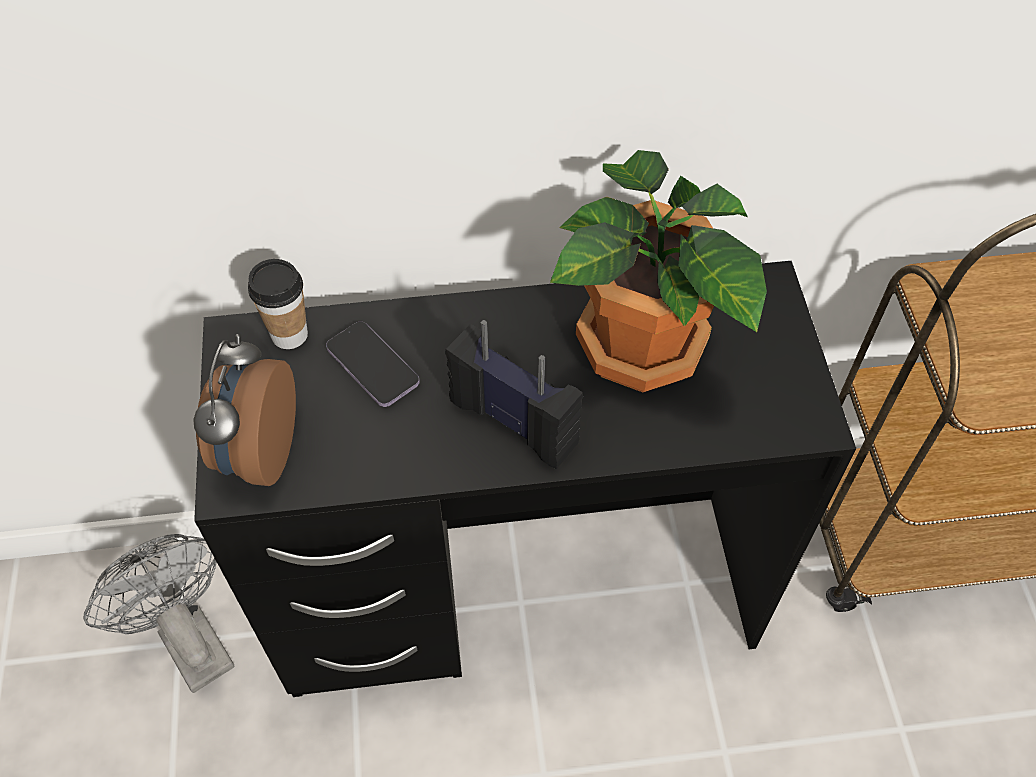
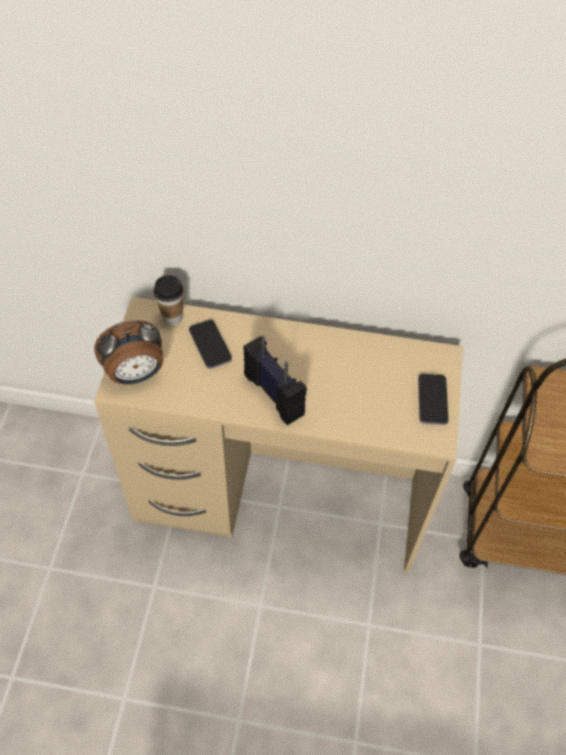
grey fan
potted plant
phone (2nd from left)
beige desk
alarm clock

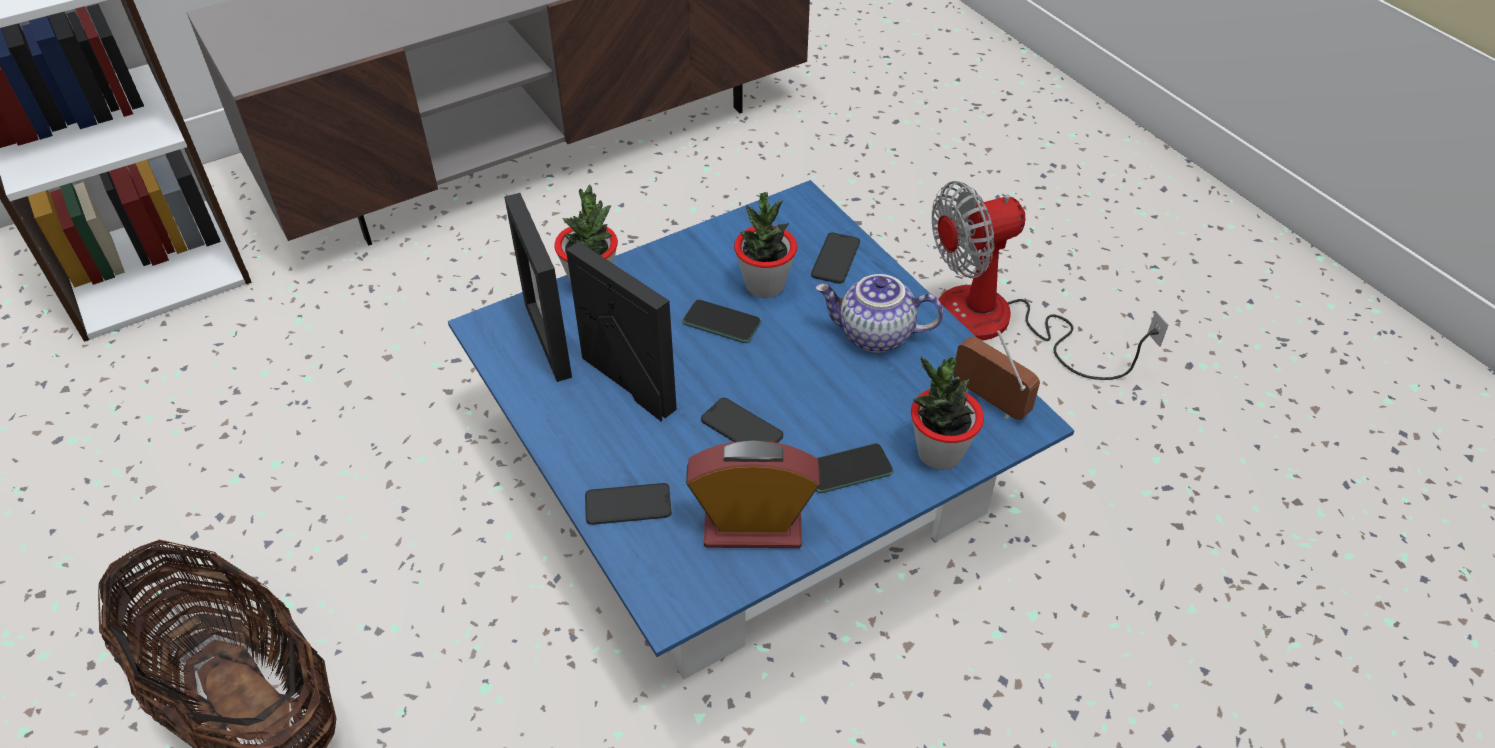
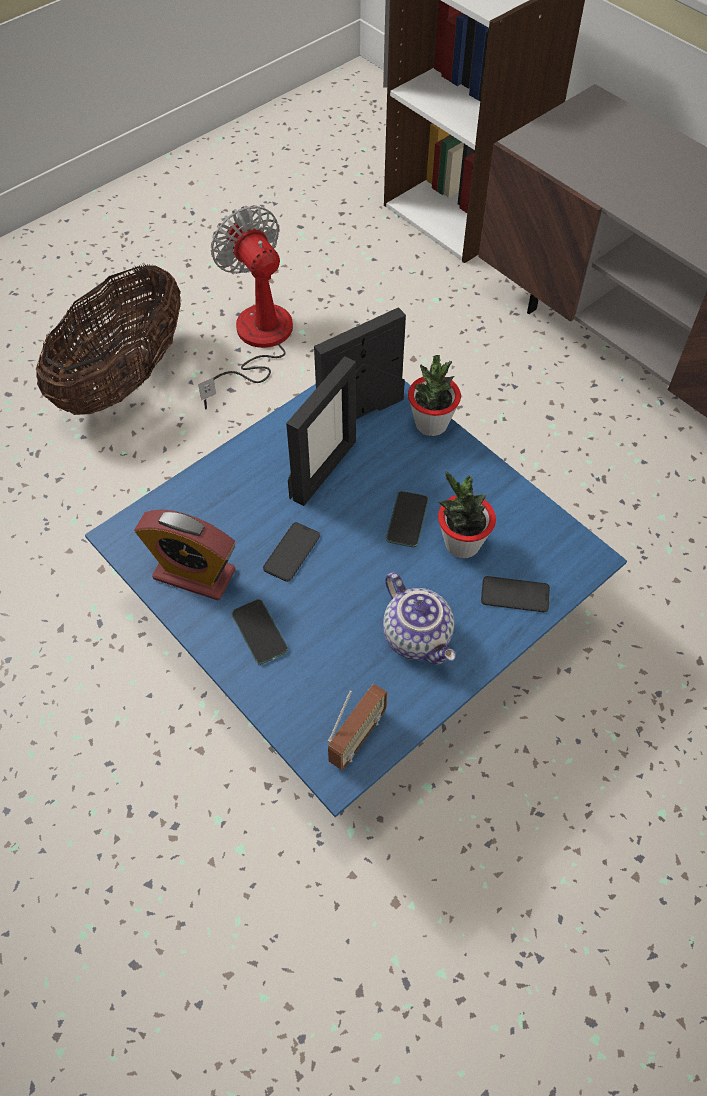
phone (1st from left in the first image)
potted plant (3rd from left in the first image)
fan
alarm clock
teapot

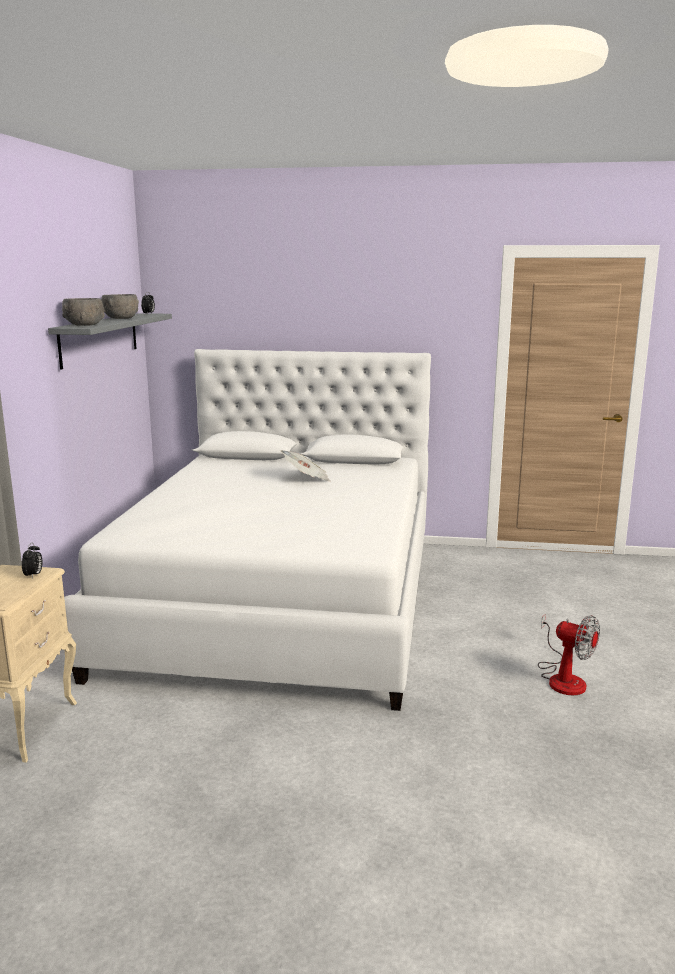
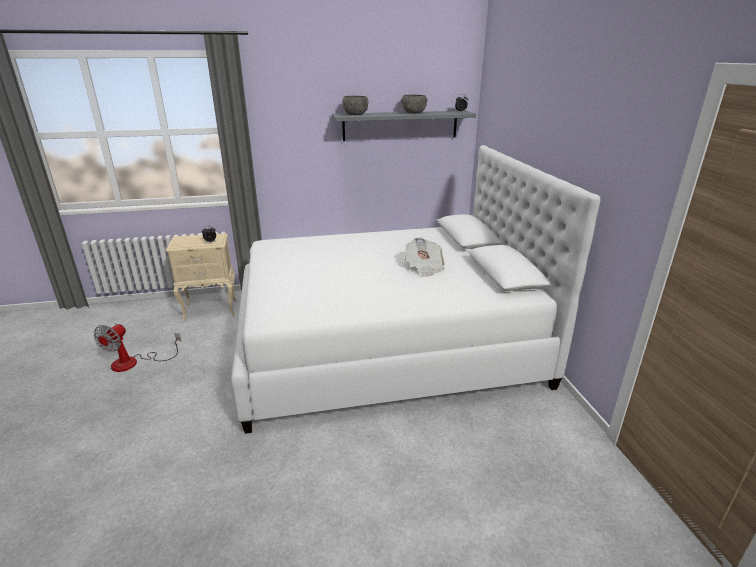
fan

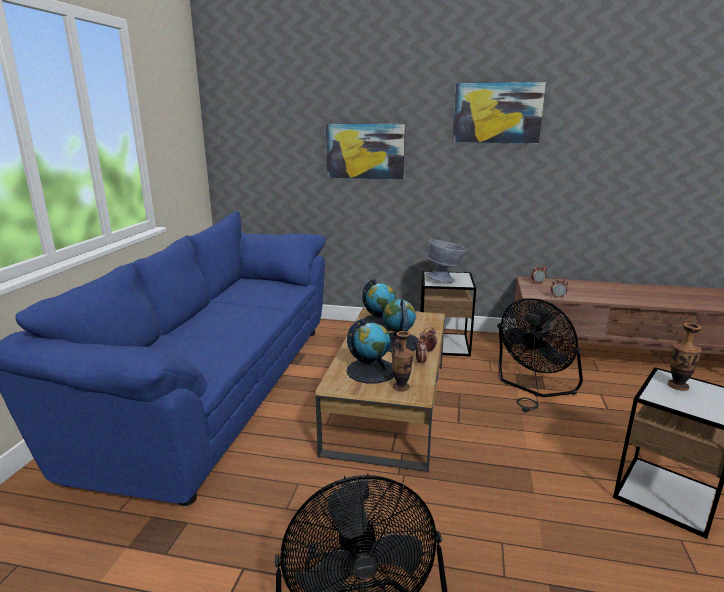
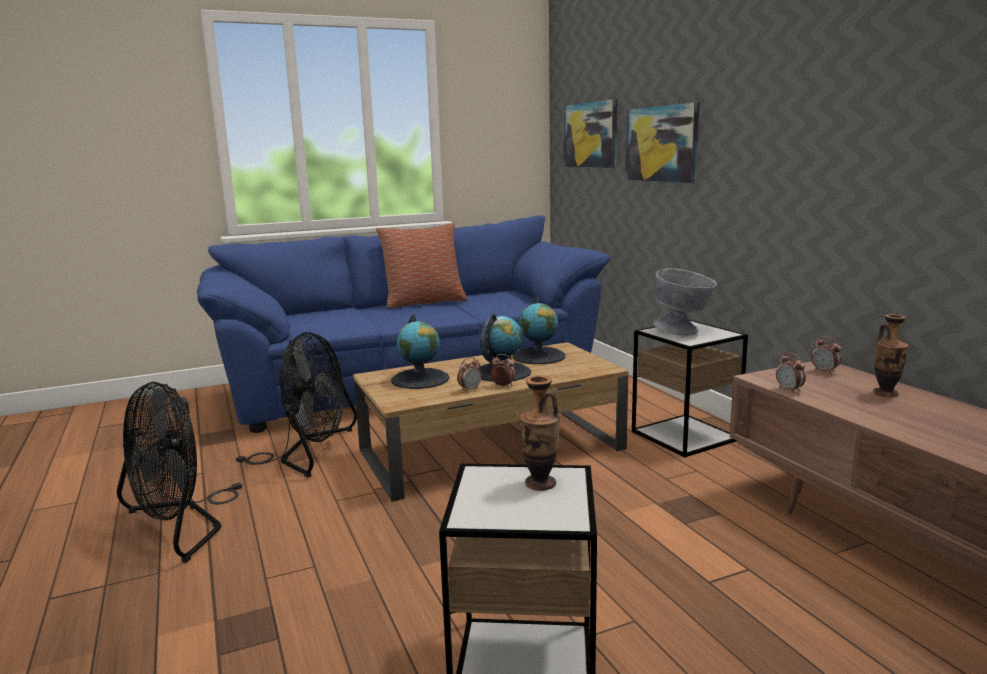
pillow
vase (2nd from left)
picture (1st from left)
black fan (2nd from left)

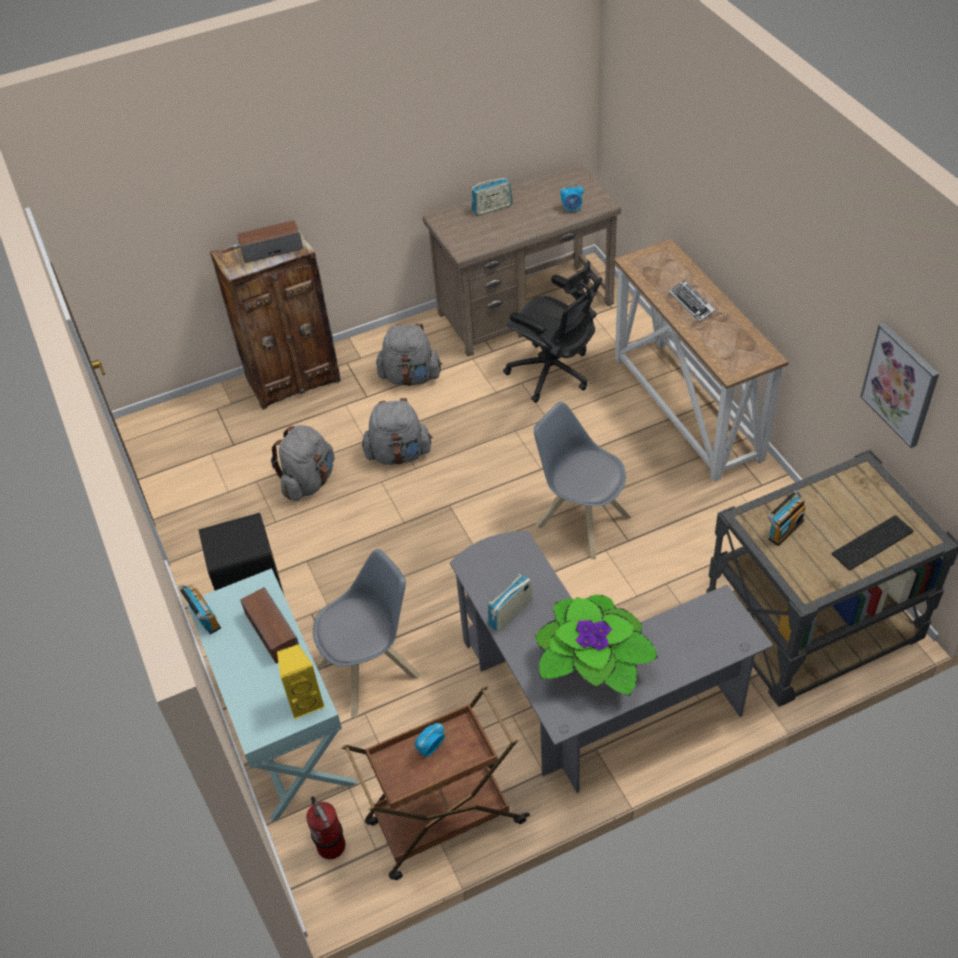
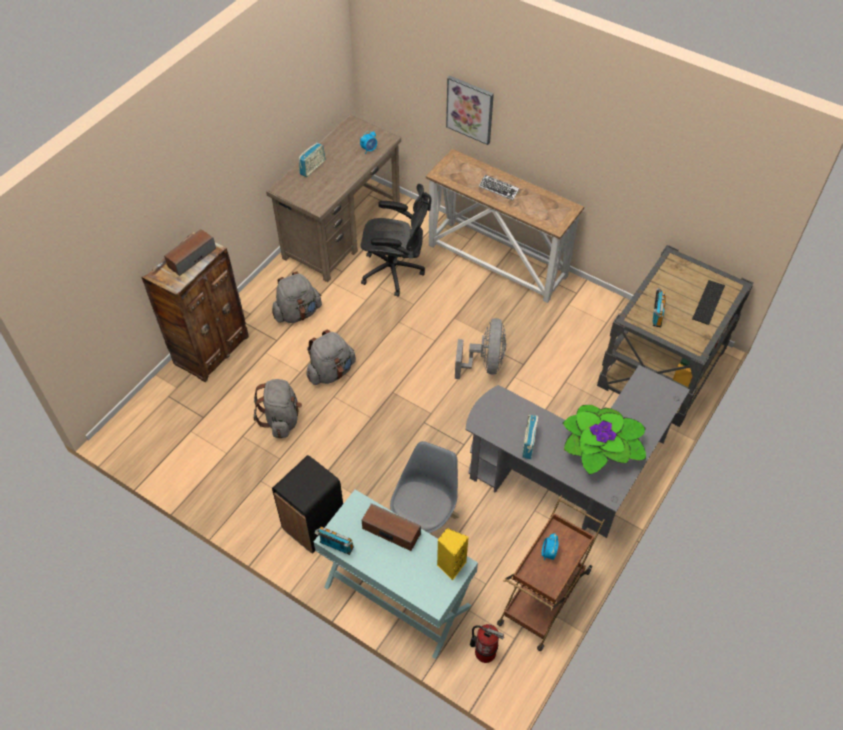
picture
grey fan

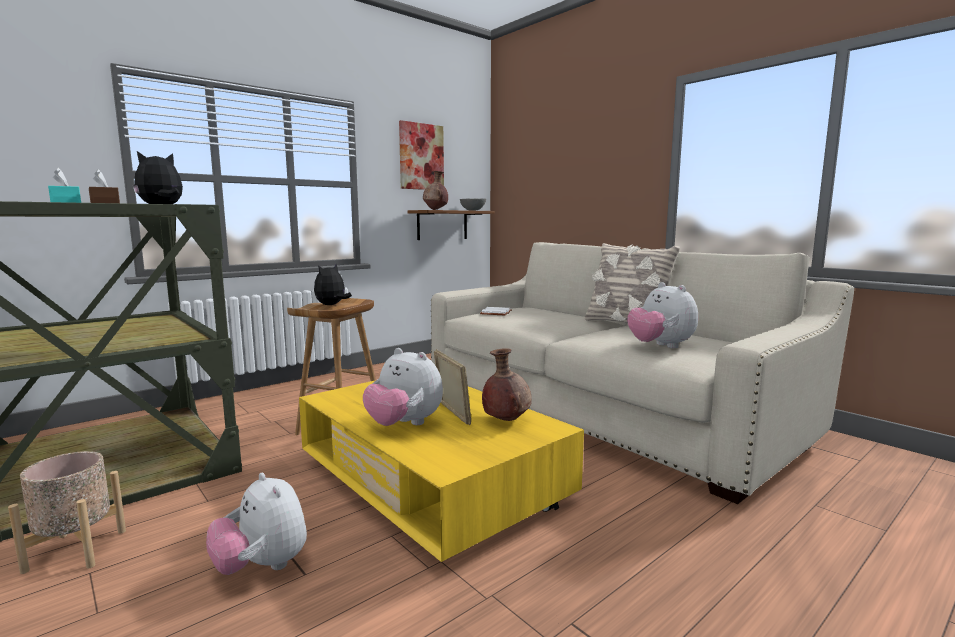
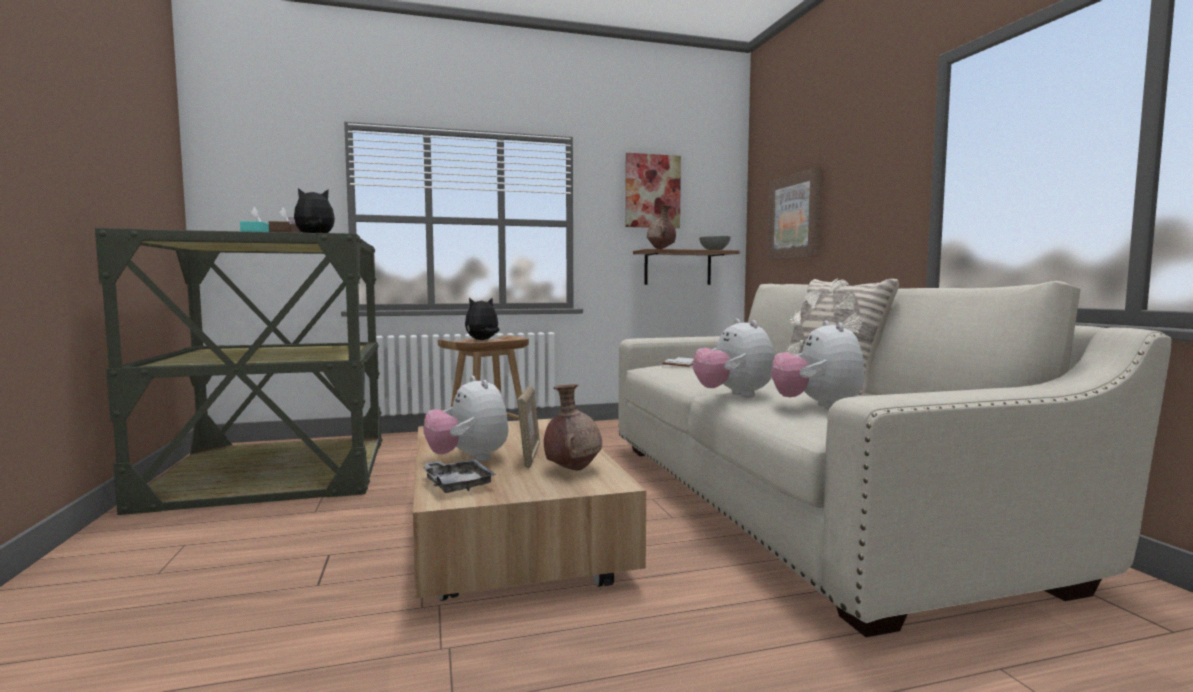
beige planter
grey tray
picture (2nd from left)
plush toy (4th from left)
brown coffee table

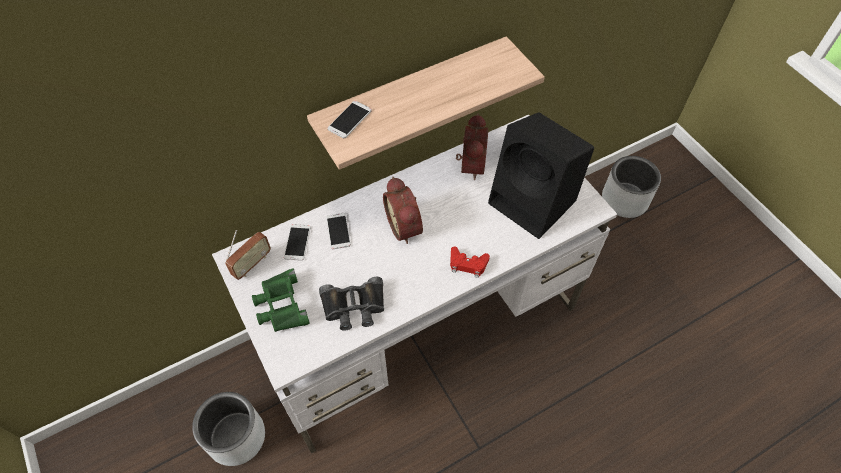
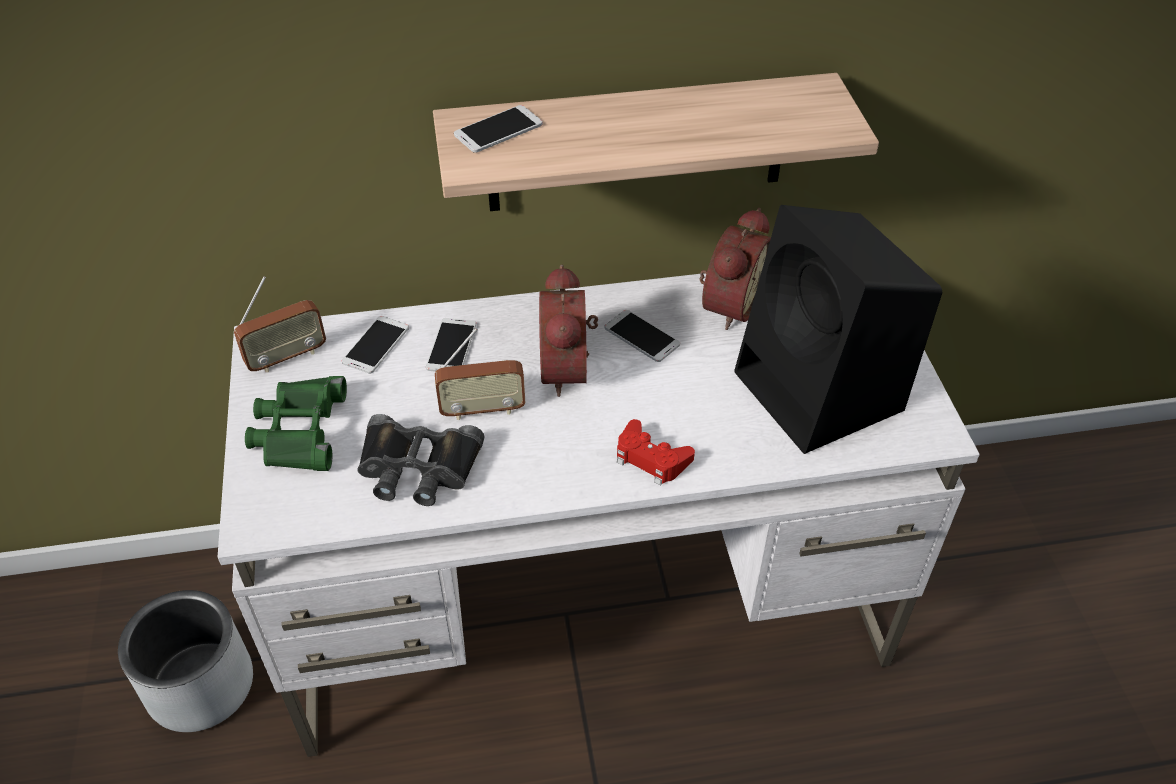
grey planter (2nd from left in the first image)
radio (2nd from left)
phone (4th from left)

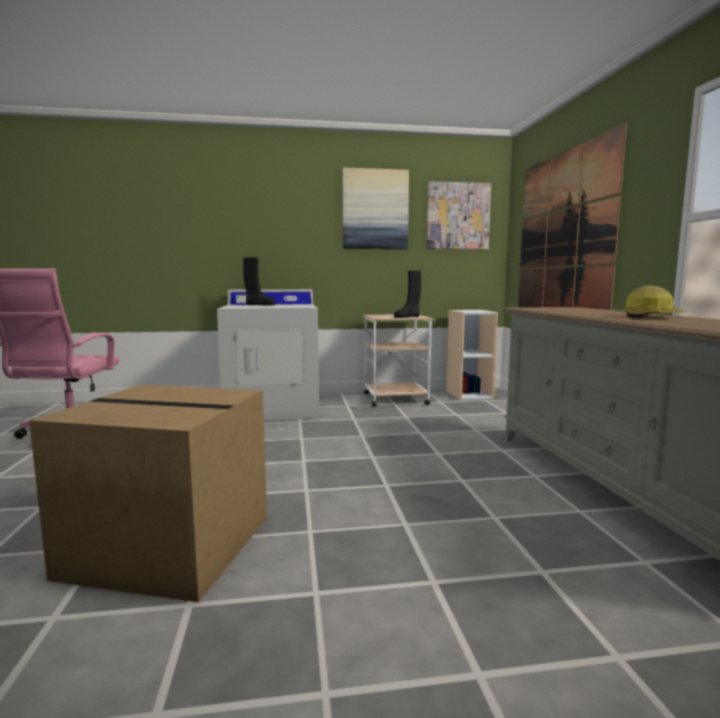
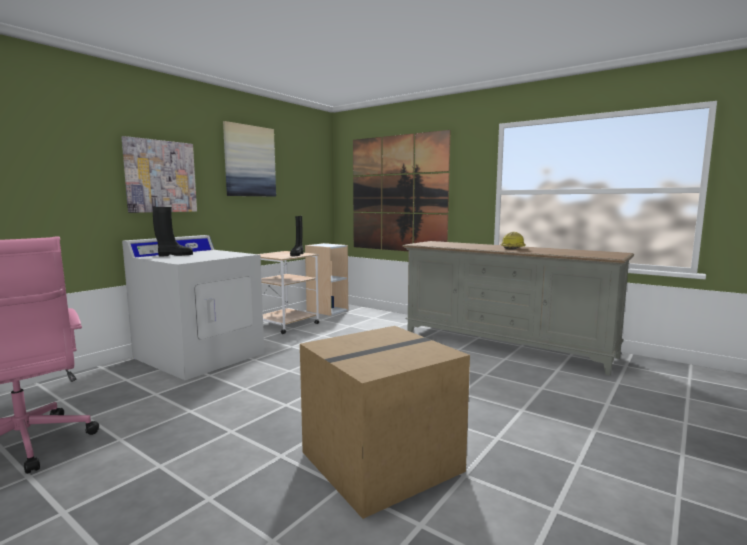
picture (1st from left)

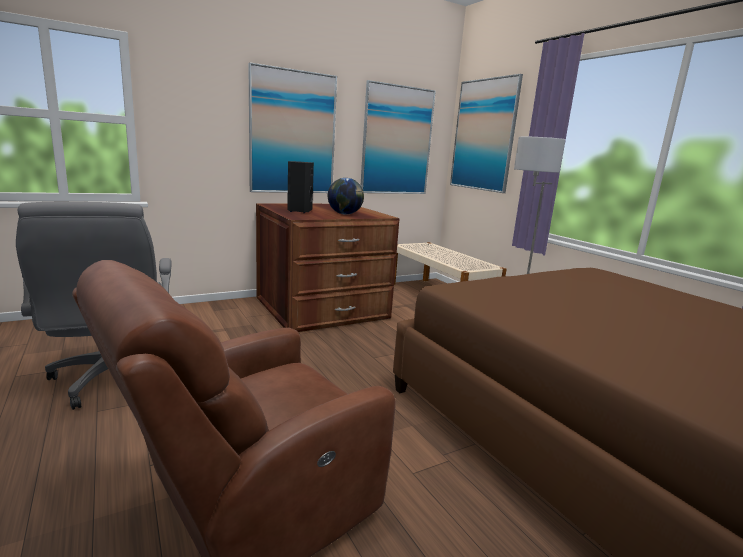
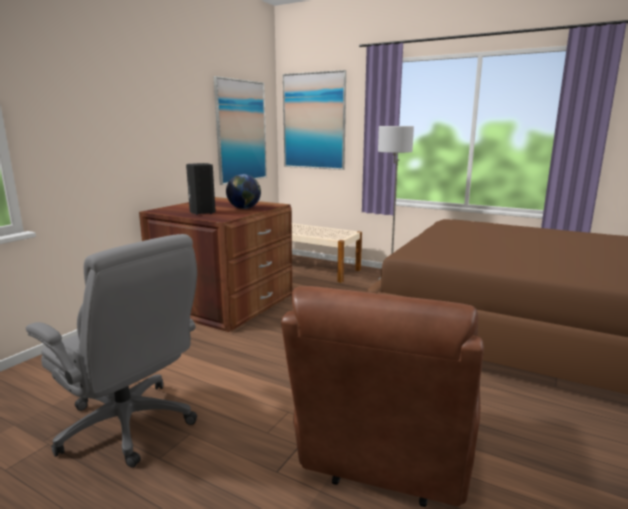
picture (1st from left in the first image)

